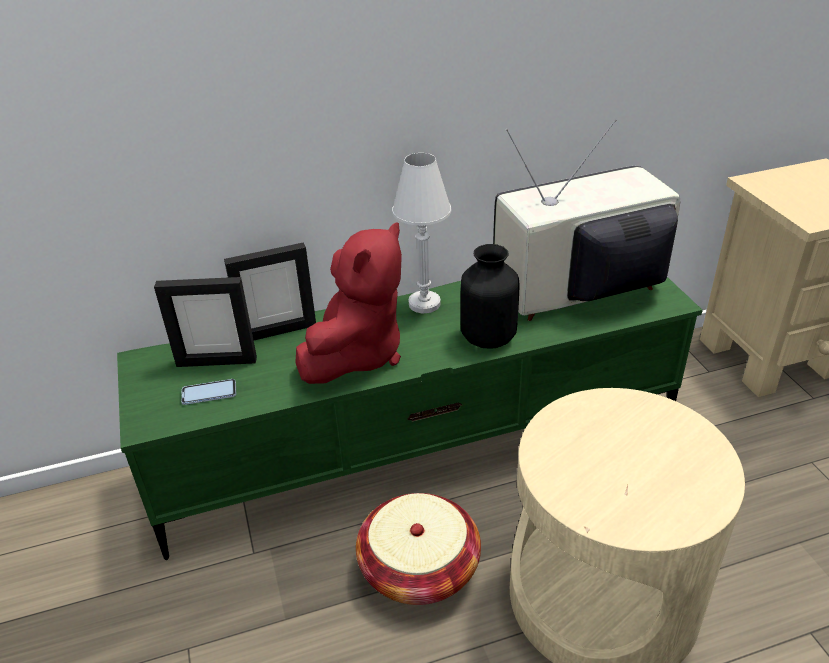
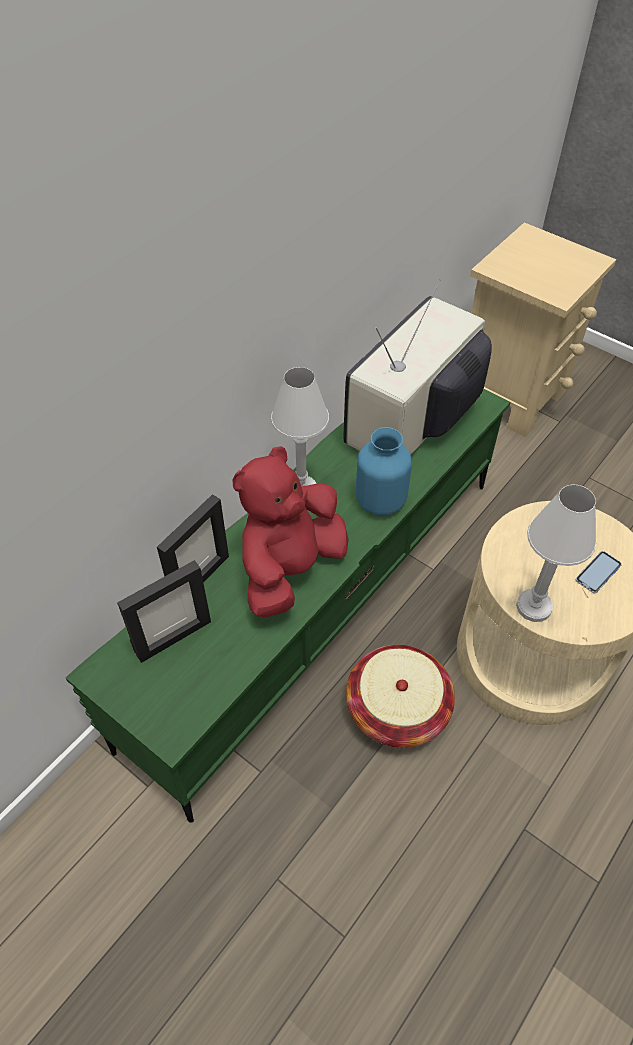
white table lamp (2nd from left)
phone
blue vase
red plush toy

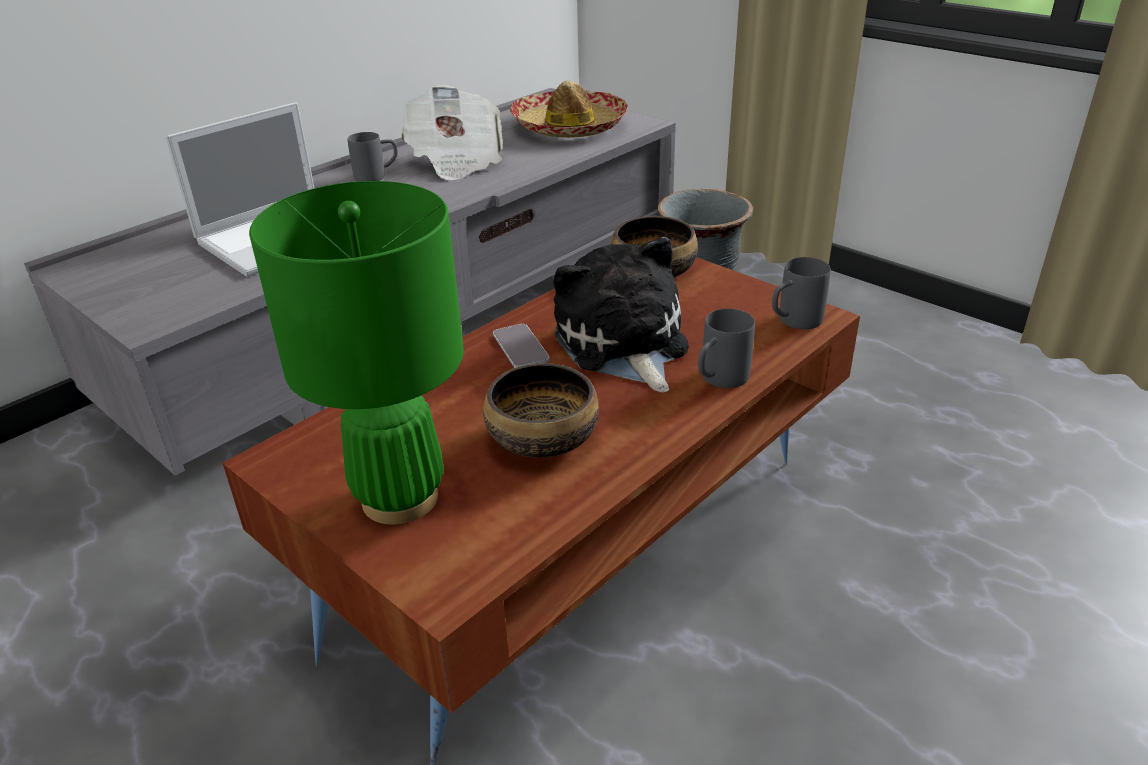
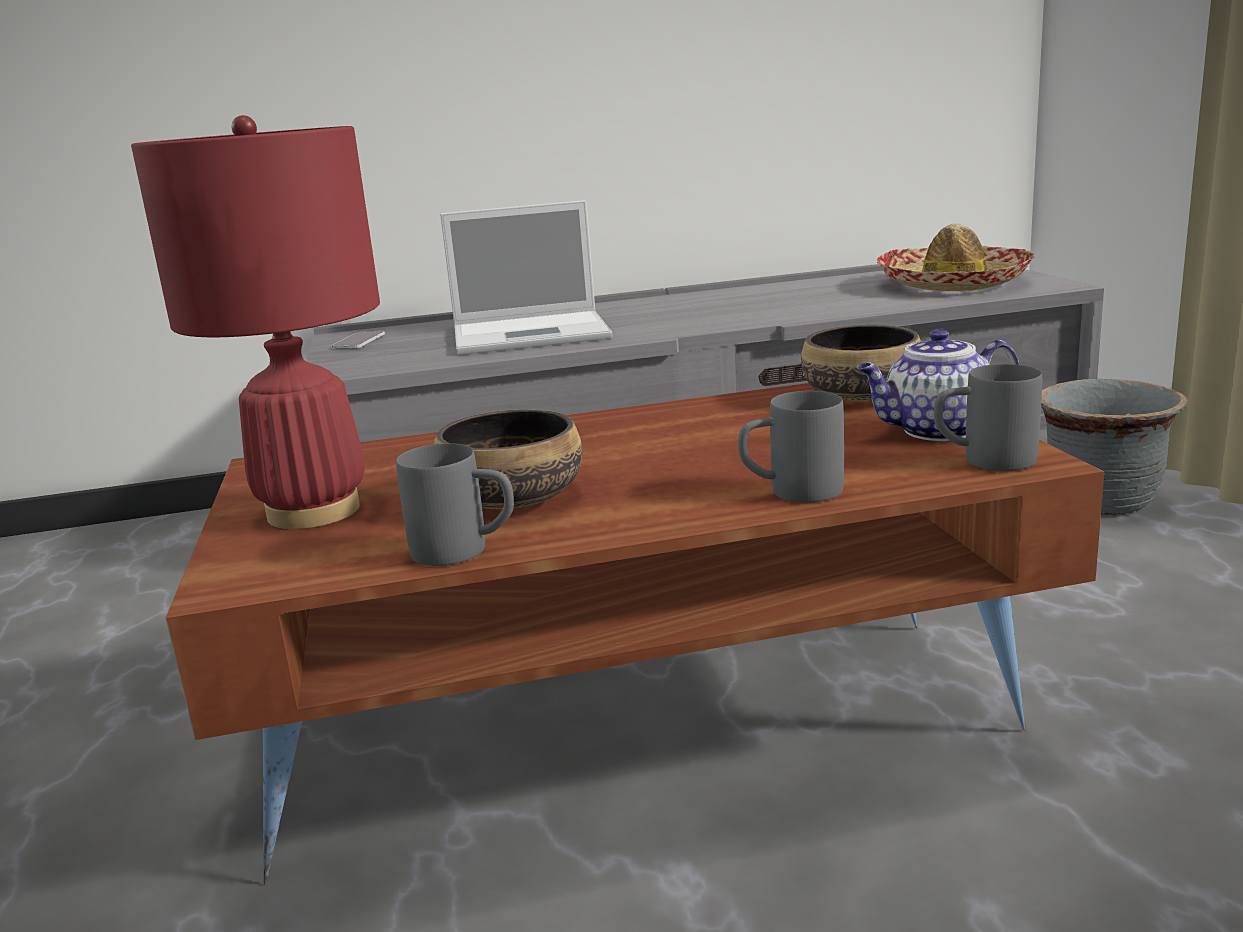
newspaper
plush toy
teapot
grey mug (1st from left)
phone
red table lamp

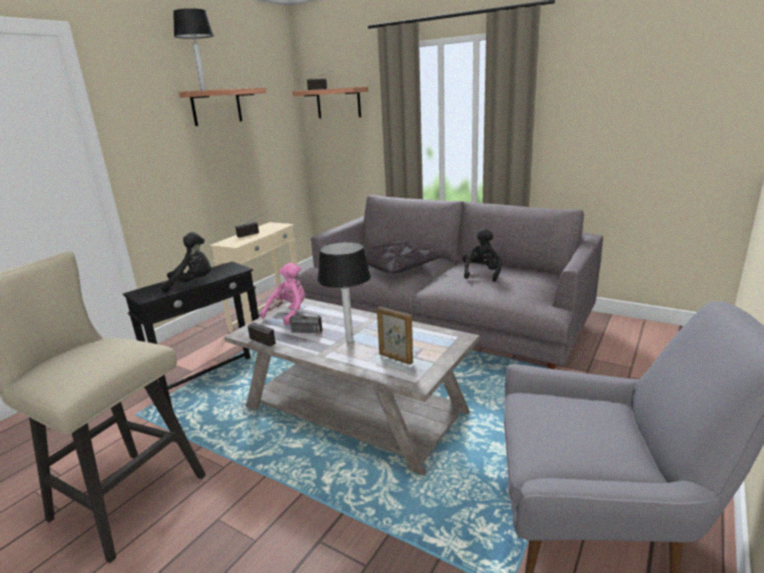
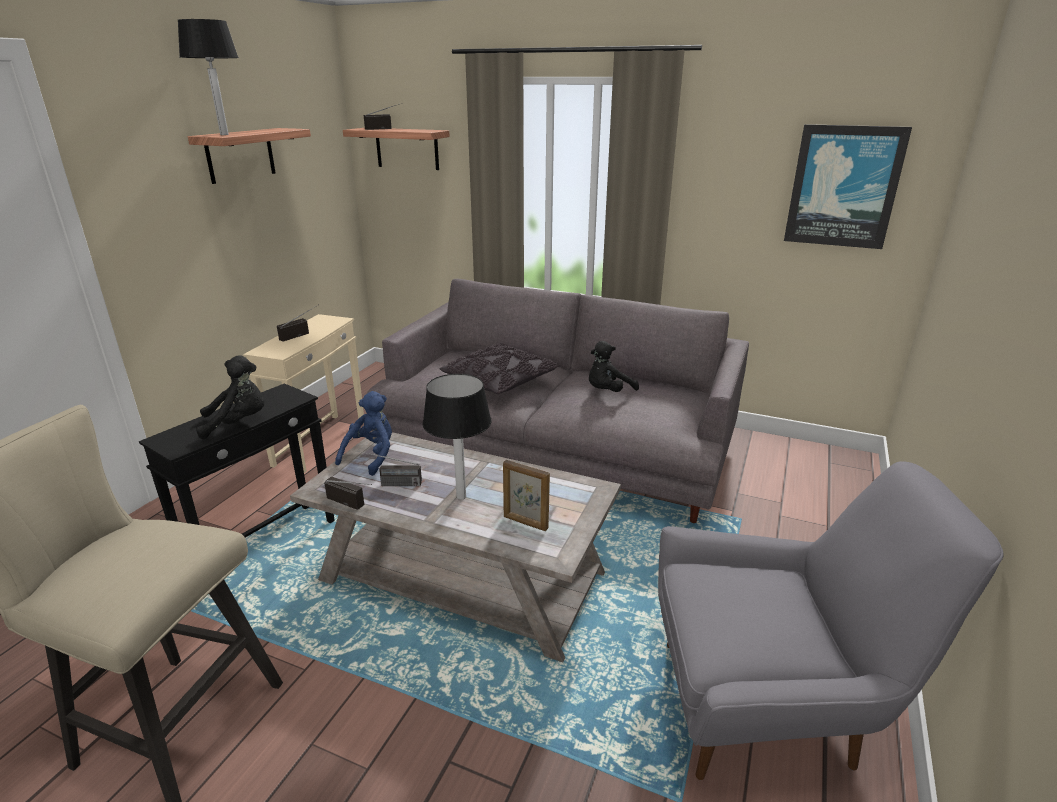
picture
blue plush toy
black plush toy (2nd from left)

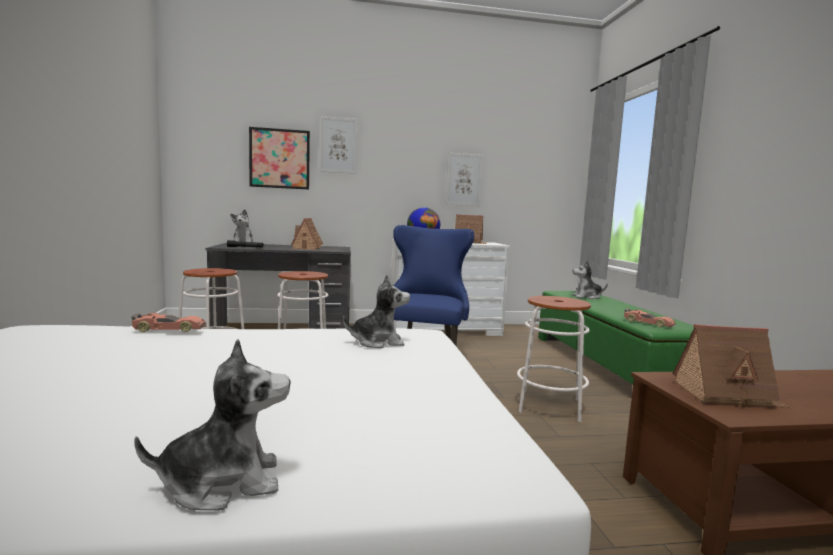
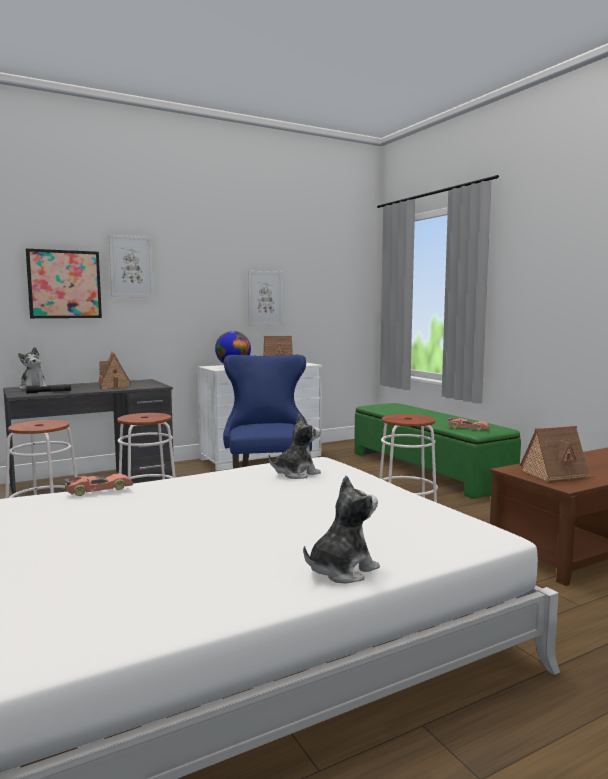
plush toy (4th from left in the first image)

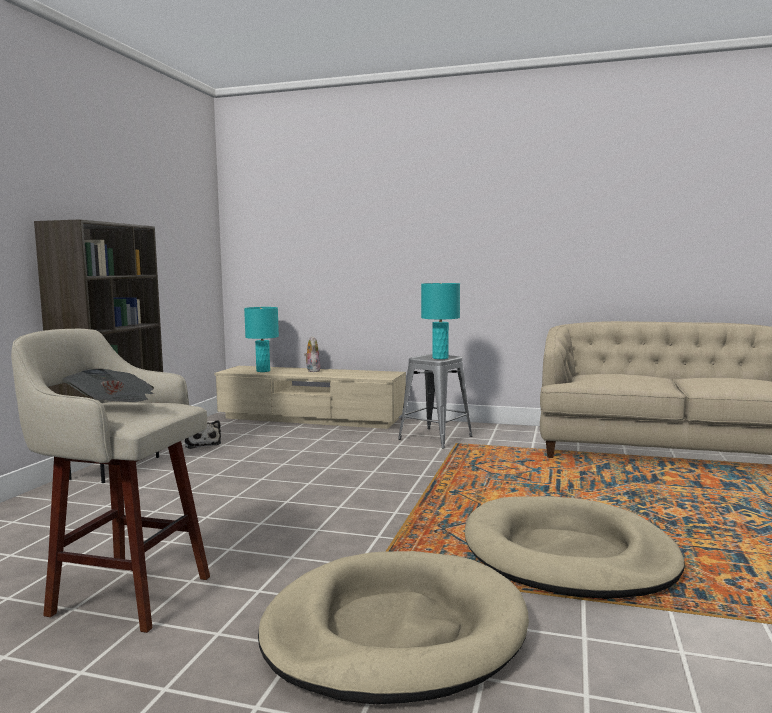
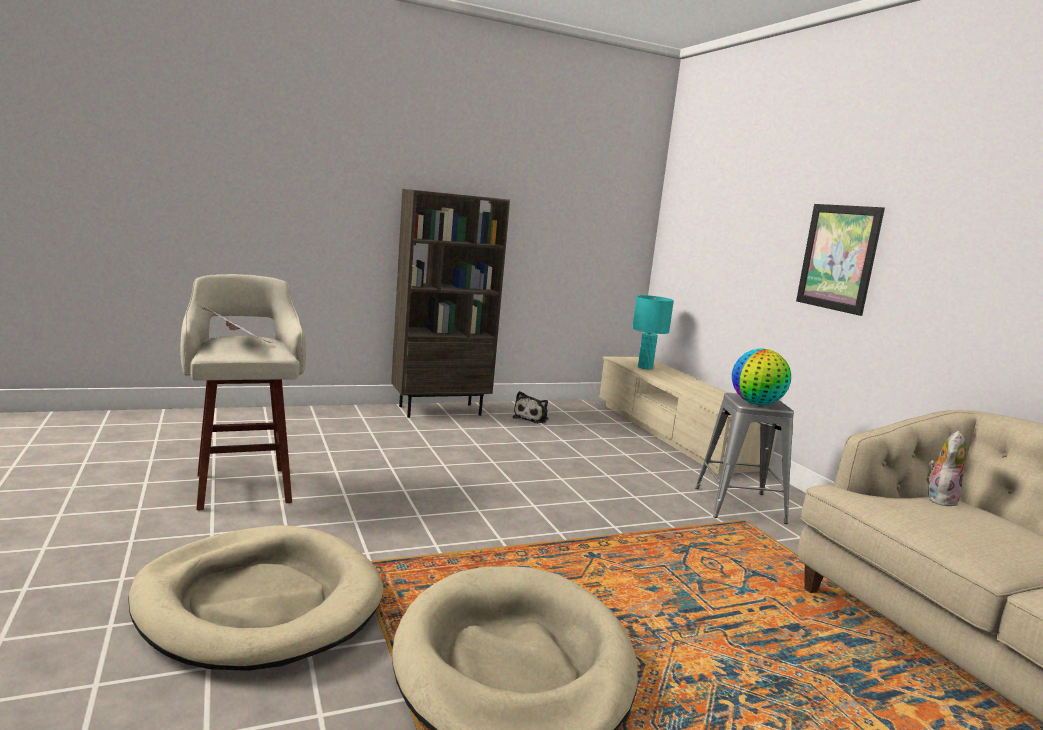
picture
plush toy (2nd from left)
globe

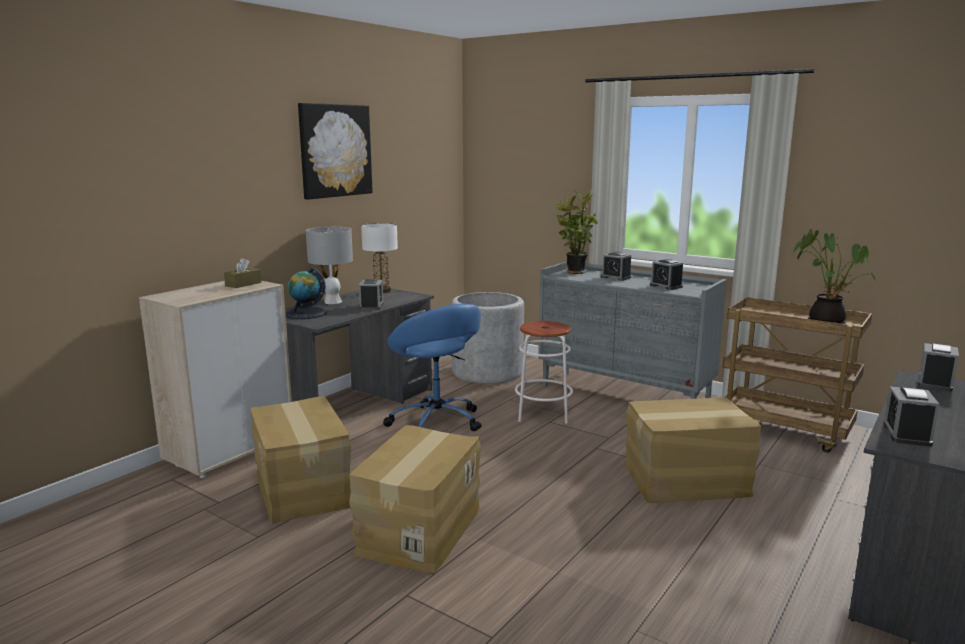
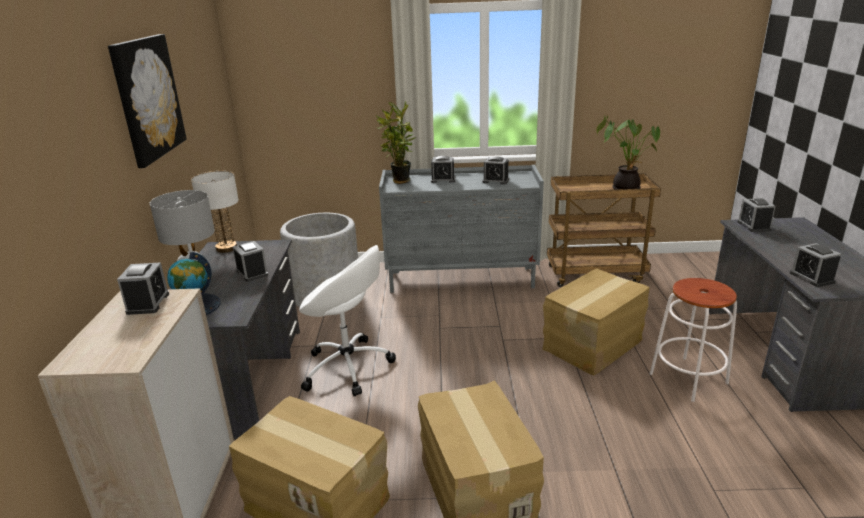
white stool
alarm clock (1st from left)
white office chair

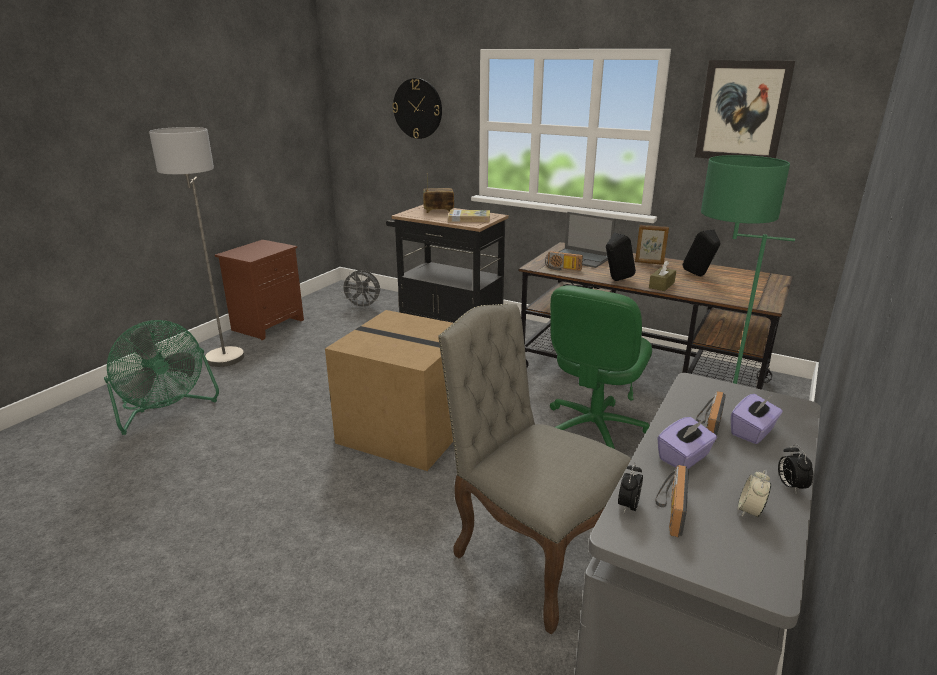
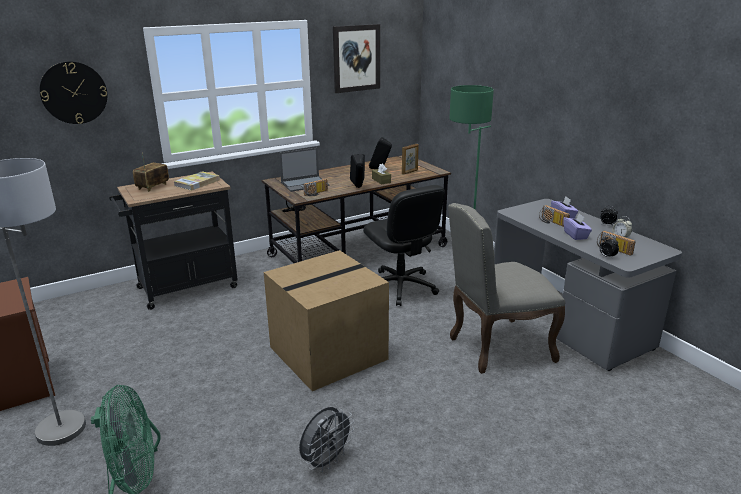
grey fan
picture frame
black office chair

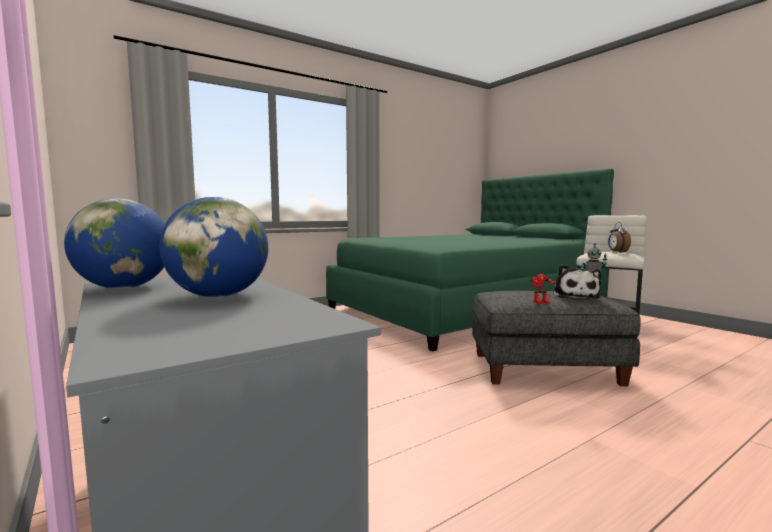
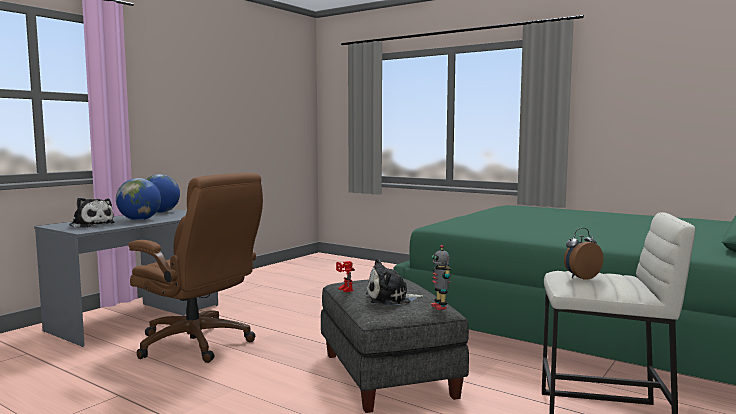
plush toy (1st from left)
brown office chair

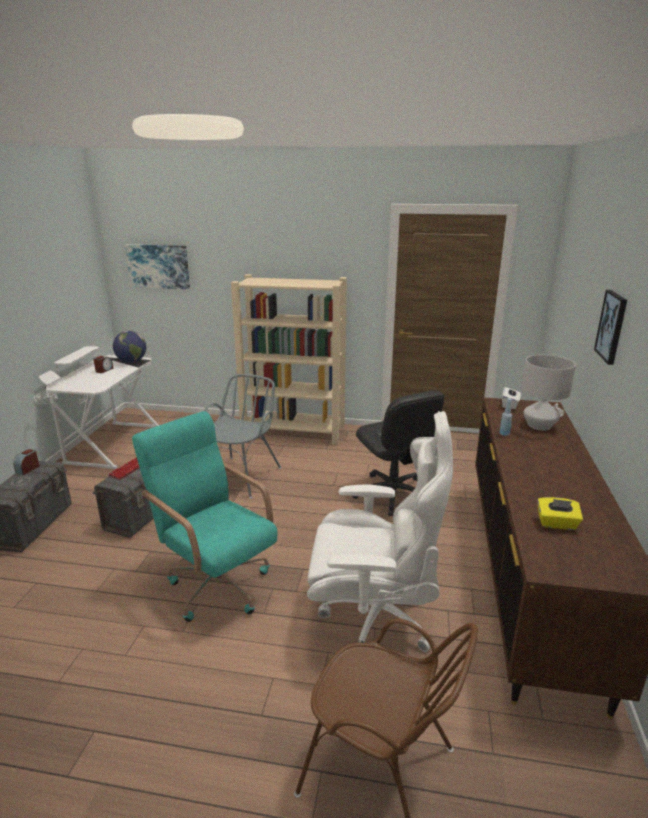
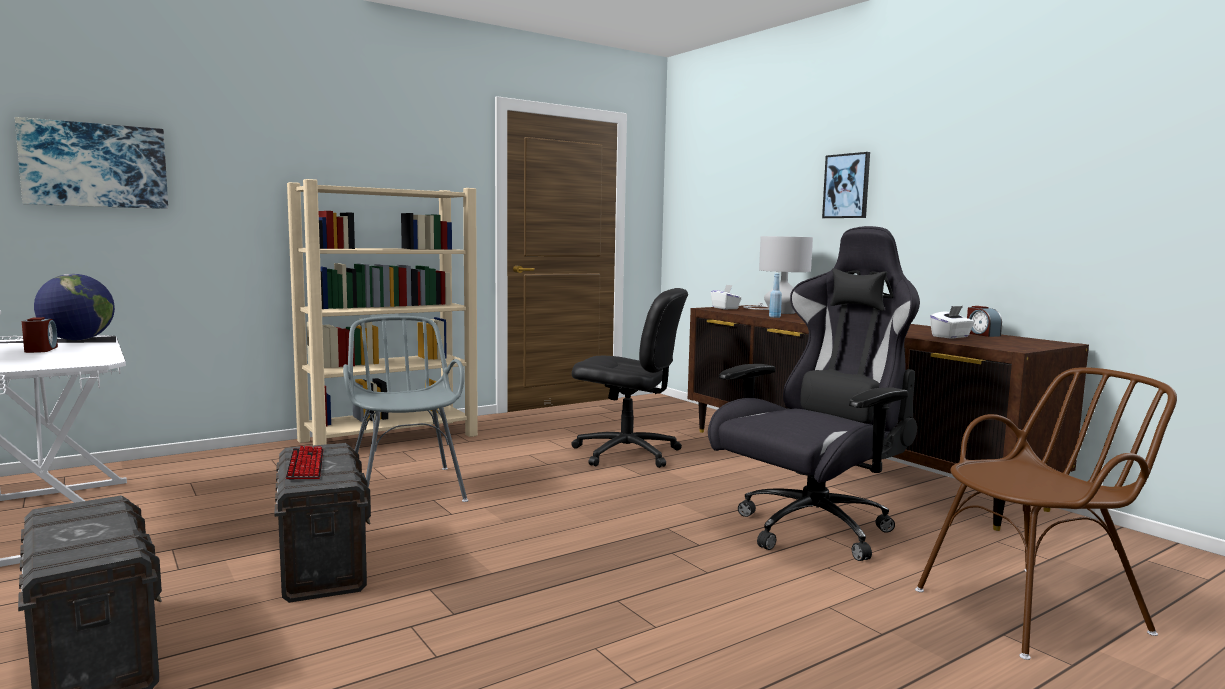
turquoise office chair
alarm clock (2nd from left)
black office chair (2nd from left)
white tissue box (2nd from left)

